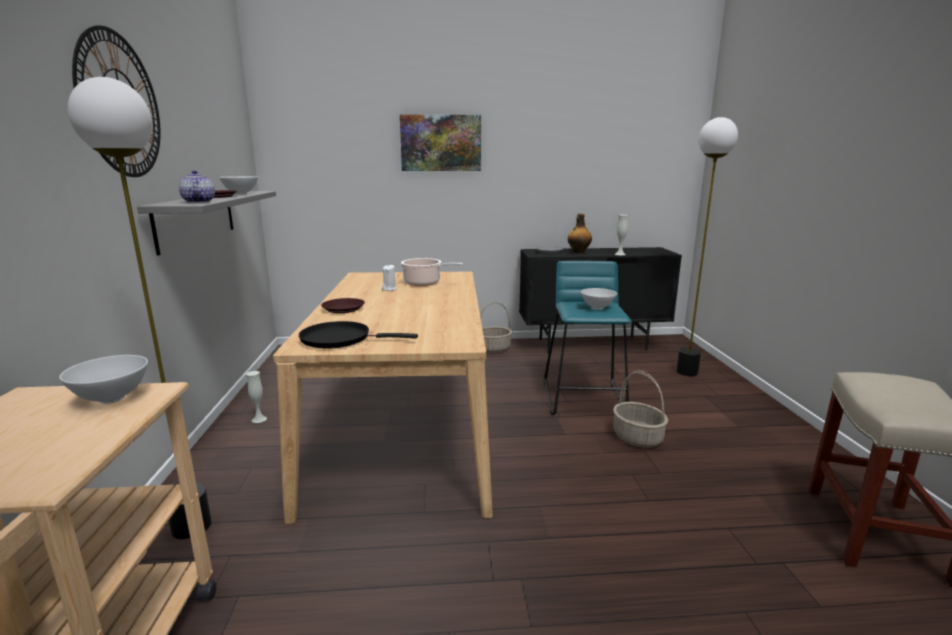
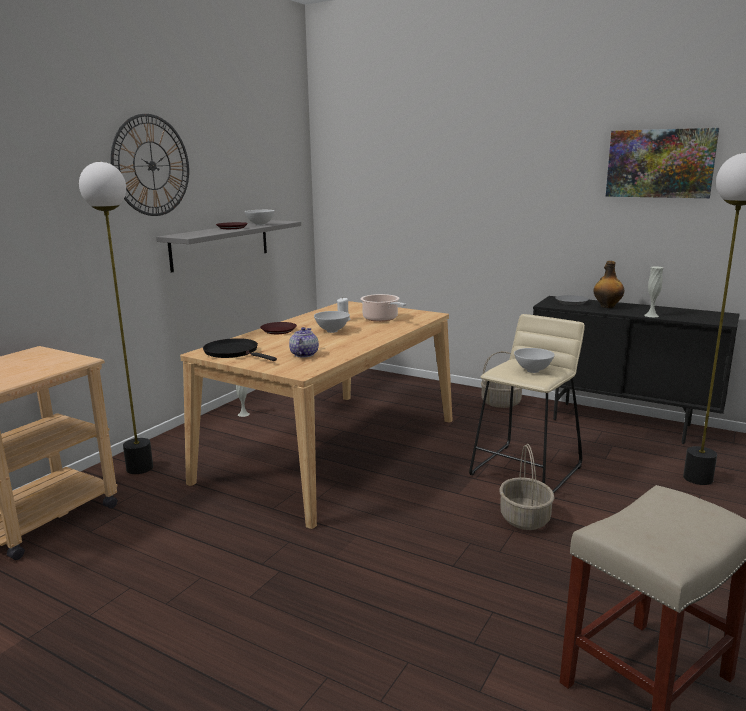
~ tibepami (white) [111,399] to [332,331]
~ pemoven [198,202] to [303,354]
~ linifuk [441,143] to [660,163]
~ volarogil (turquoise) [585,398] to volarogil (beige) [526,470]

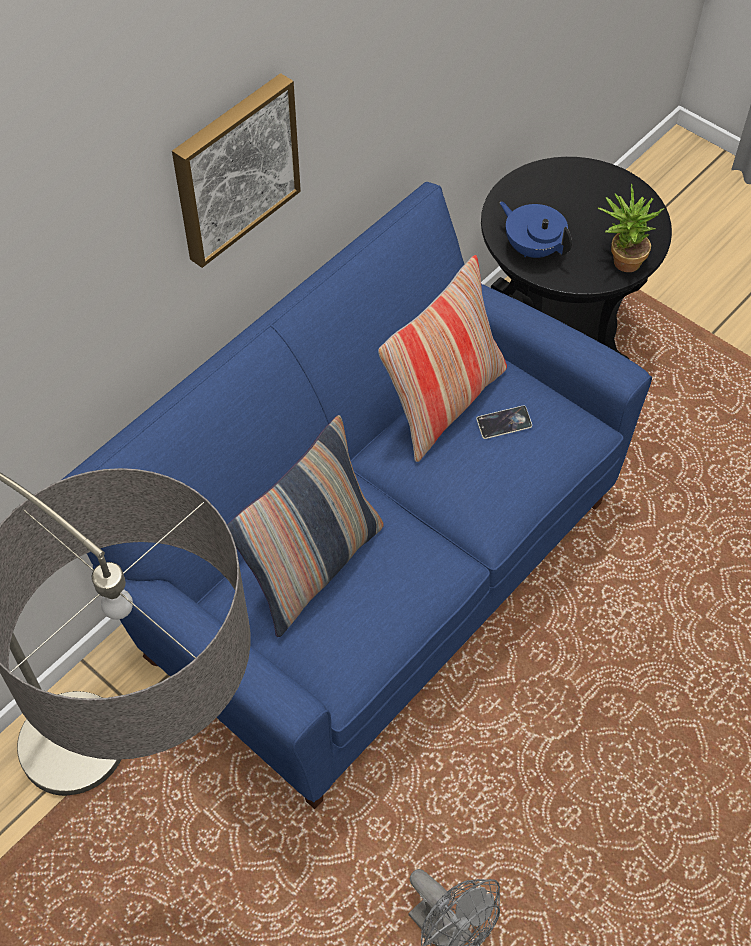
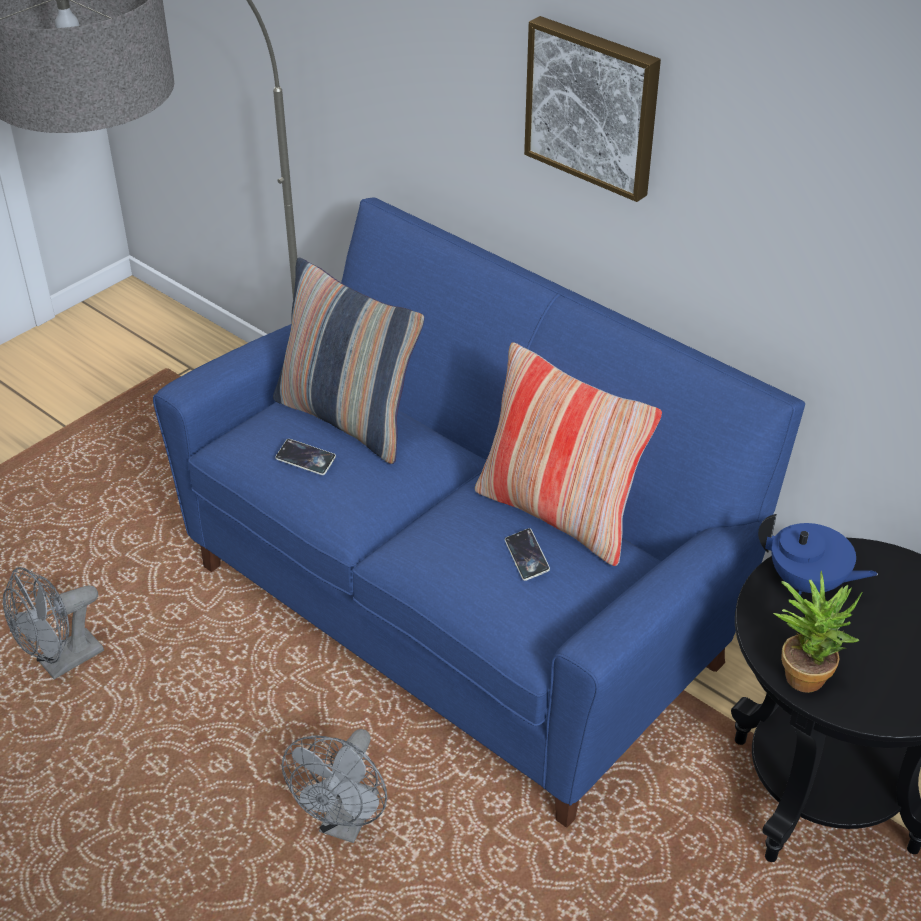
~ pemoven (blue) [533,248] = [807,583] 75 degrees clockwise
+ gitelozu [305,460]
+ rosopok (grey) [345,823]

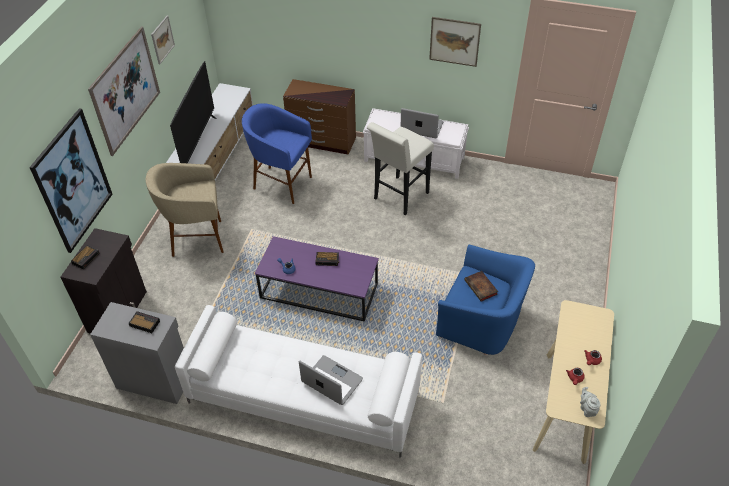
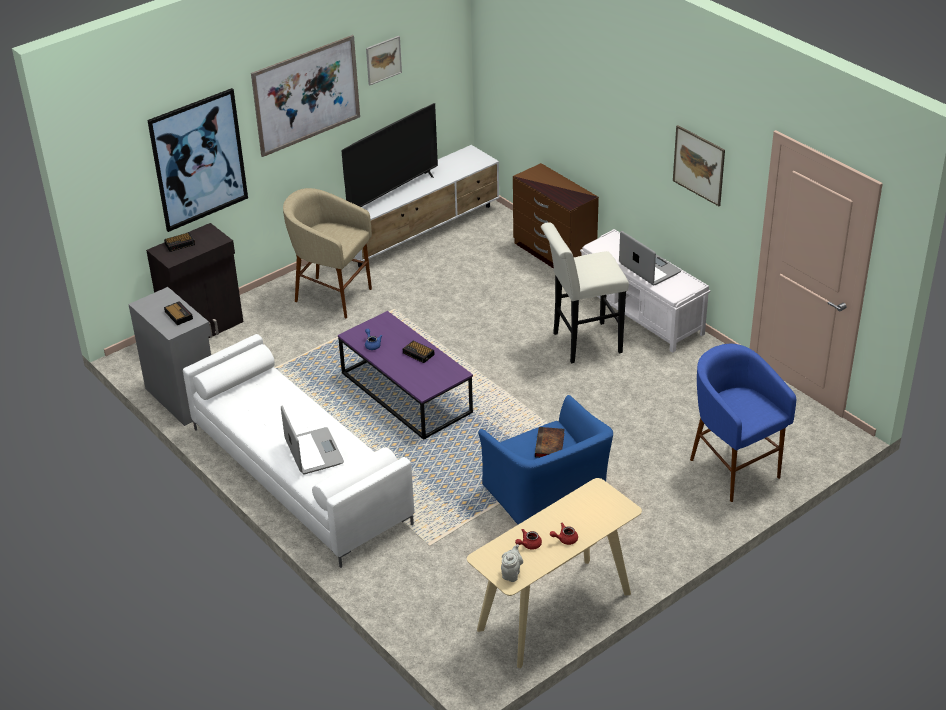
~ volarogil (blue) [281,184] to [732,469]

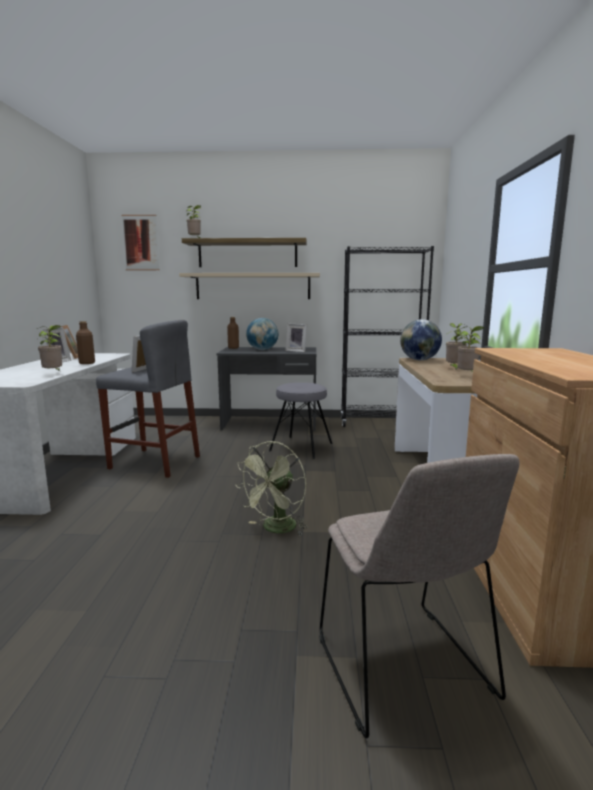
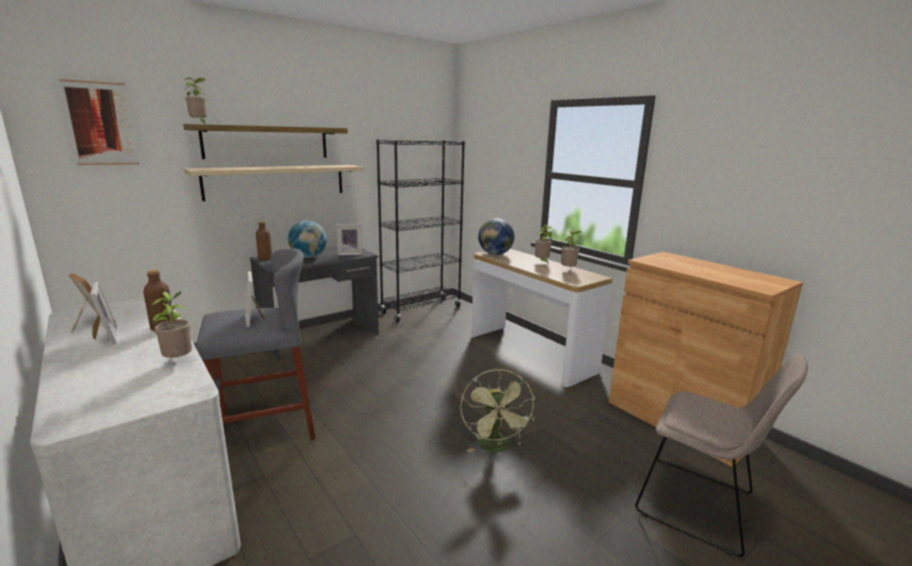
- volarogil (grey) [301,447]

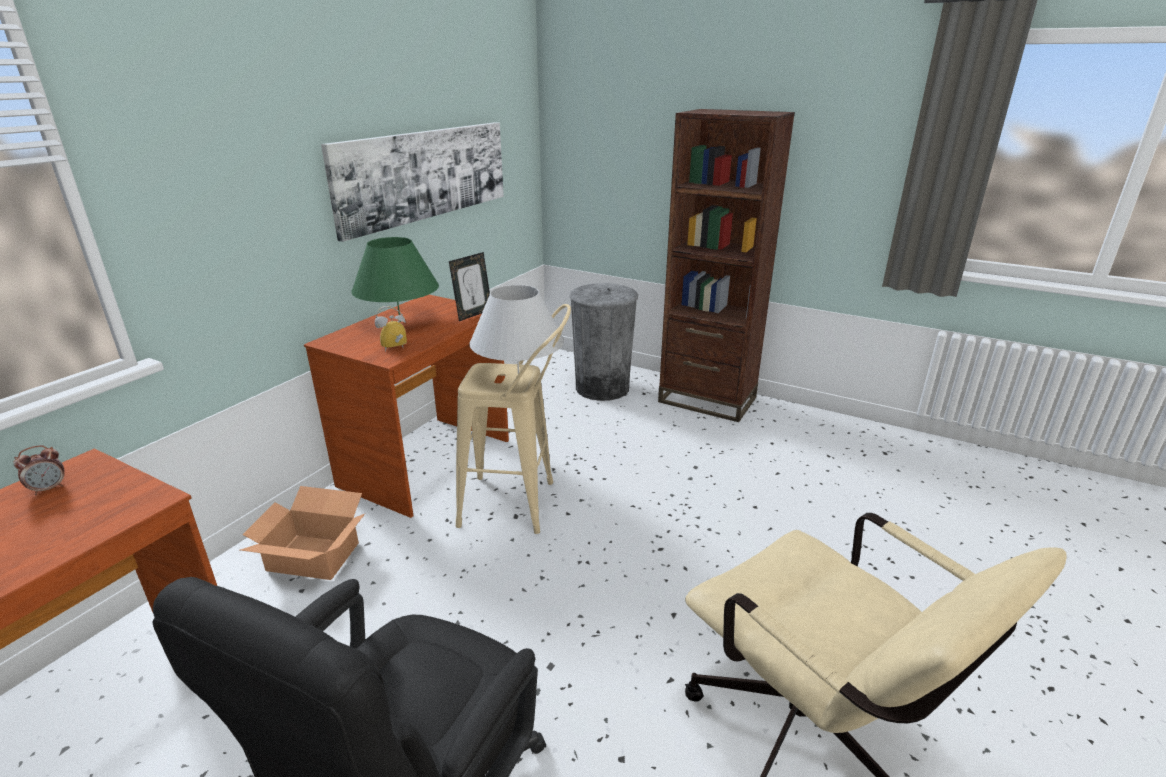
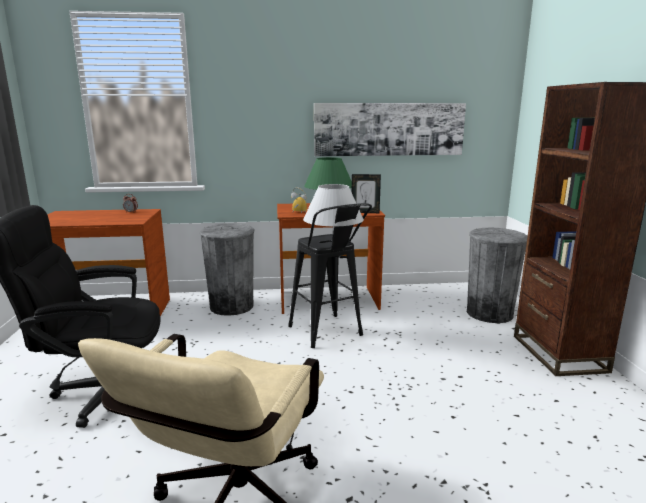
~ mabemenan [313,556] to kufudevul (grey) [232,306]
~ volarogil (beige) [519,505] to volarogil (black) [328,334]

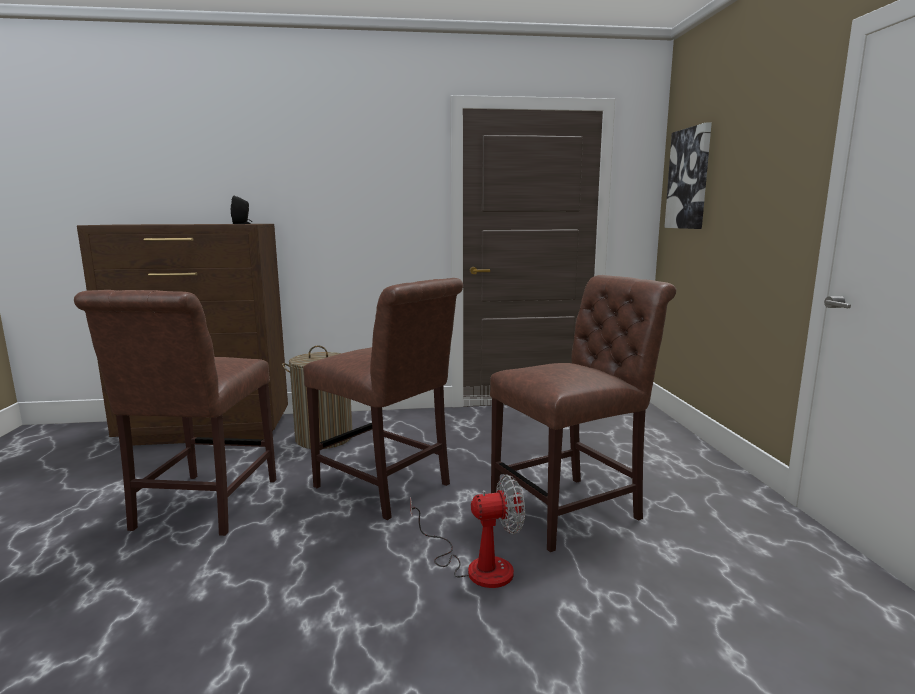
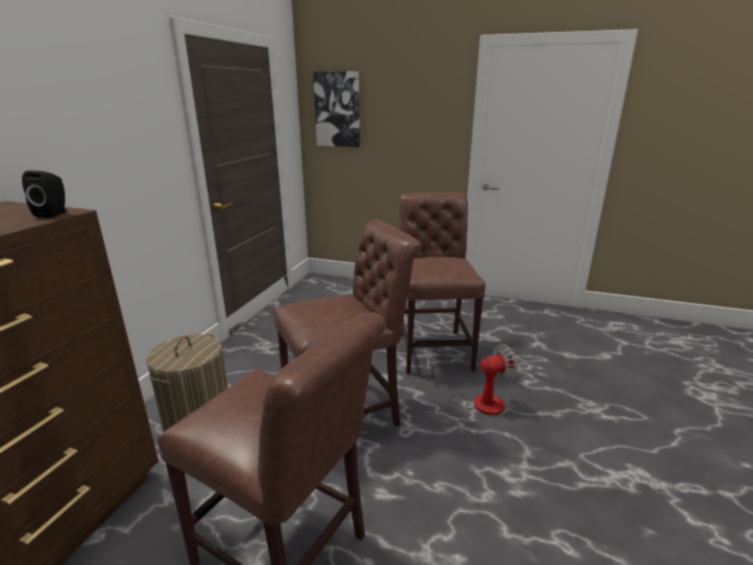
~ rosopok [476,566] = [478,401] 60 degrees clockwise

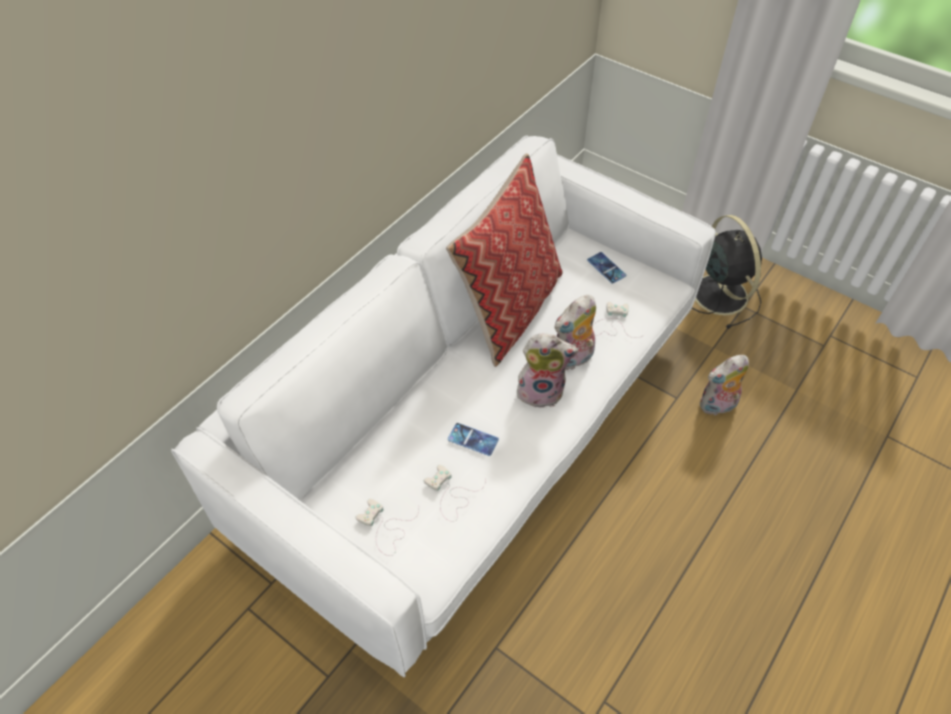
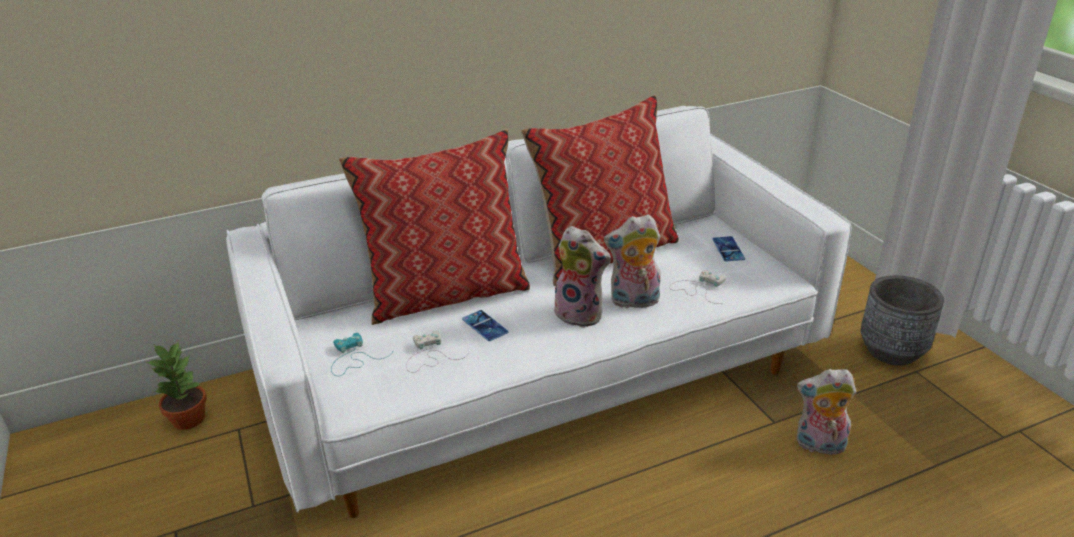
~ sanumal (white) [386,527] to sanumal (turquoise) [352,358]
~ rosopok (black) [718,293] to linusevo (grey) [891,351]
+ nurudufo [189,418]
+ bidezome [447,293]

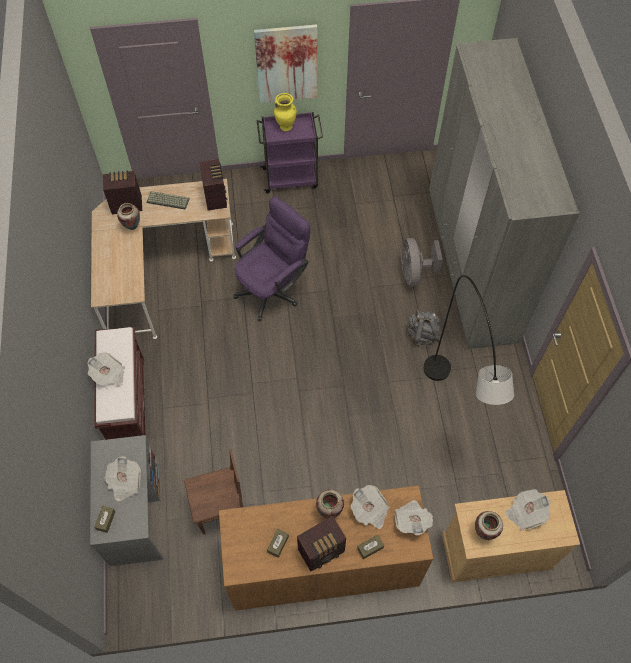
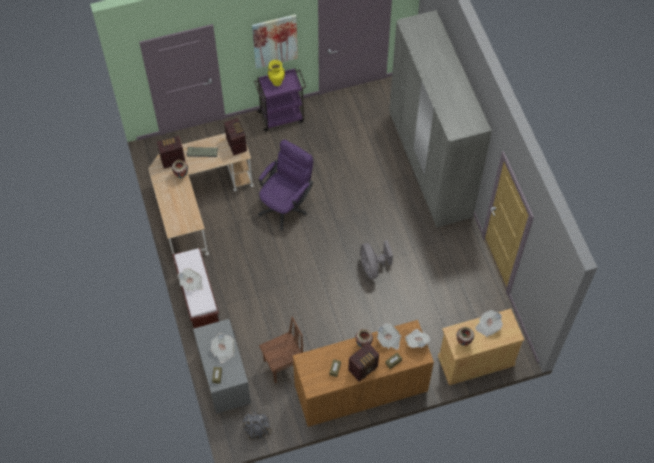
~ rosopok (grey) [414,273] to [373,267]
~ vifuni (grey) [422,334] to [257,429]
- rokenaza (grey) [451,415]

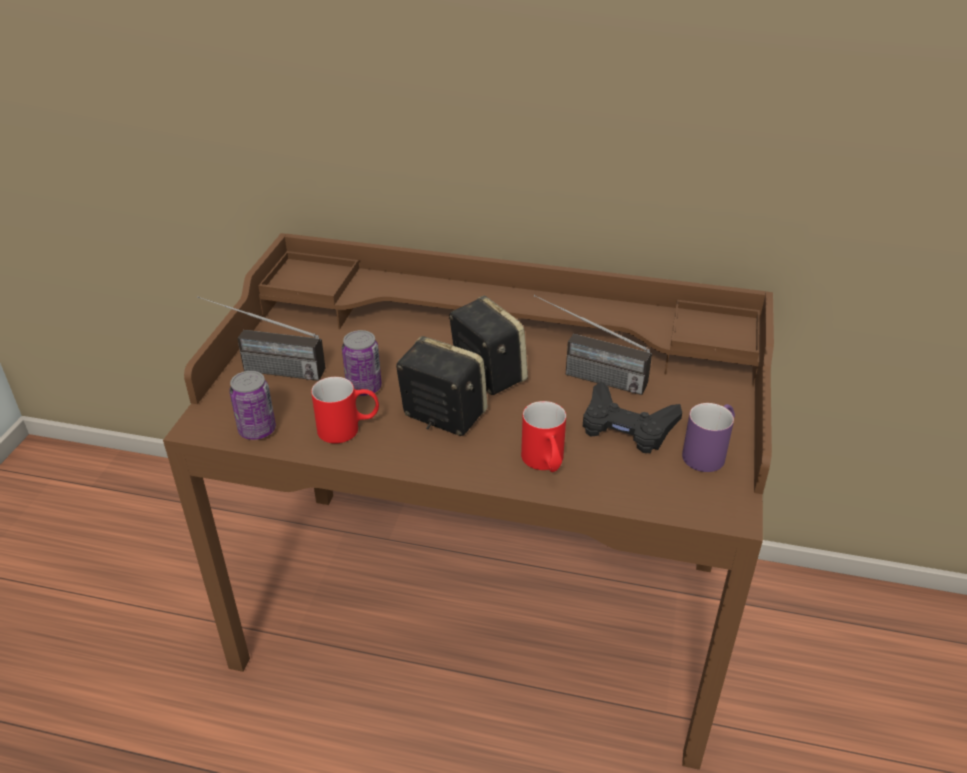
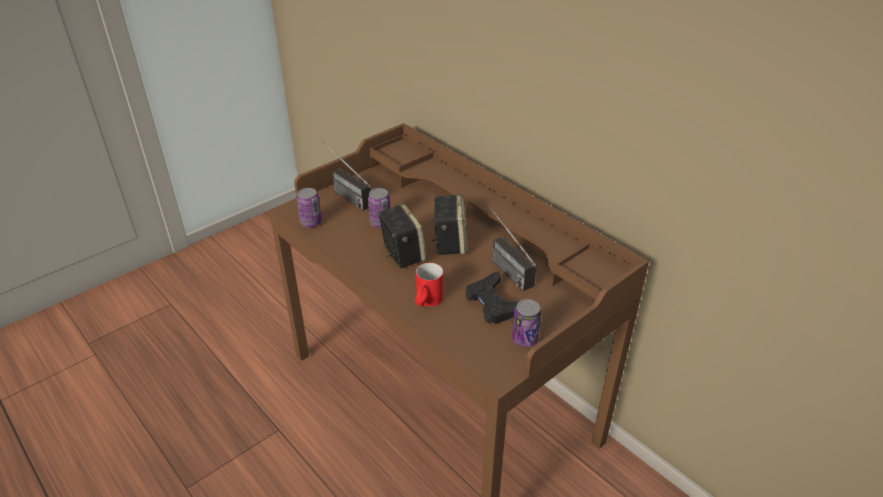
- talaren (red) [349,428]
~ talaren (purple) [709,452] to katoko [524,339]

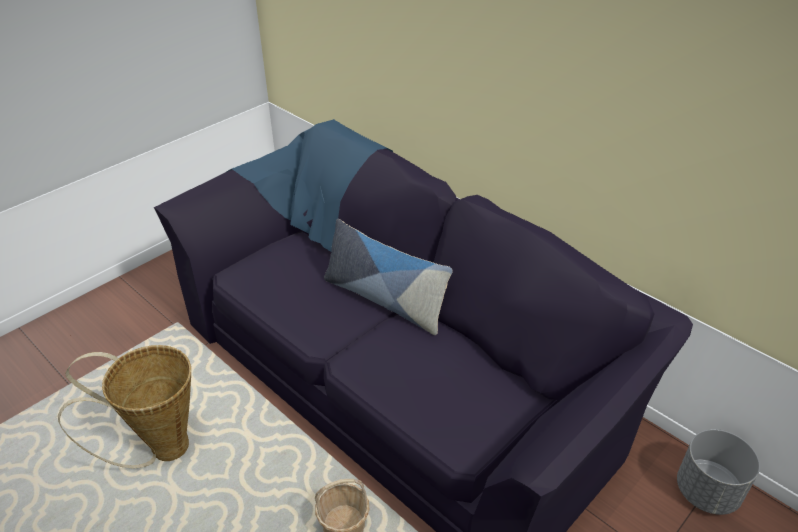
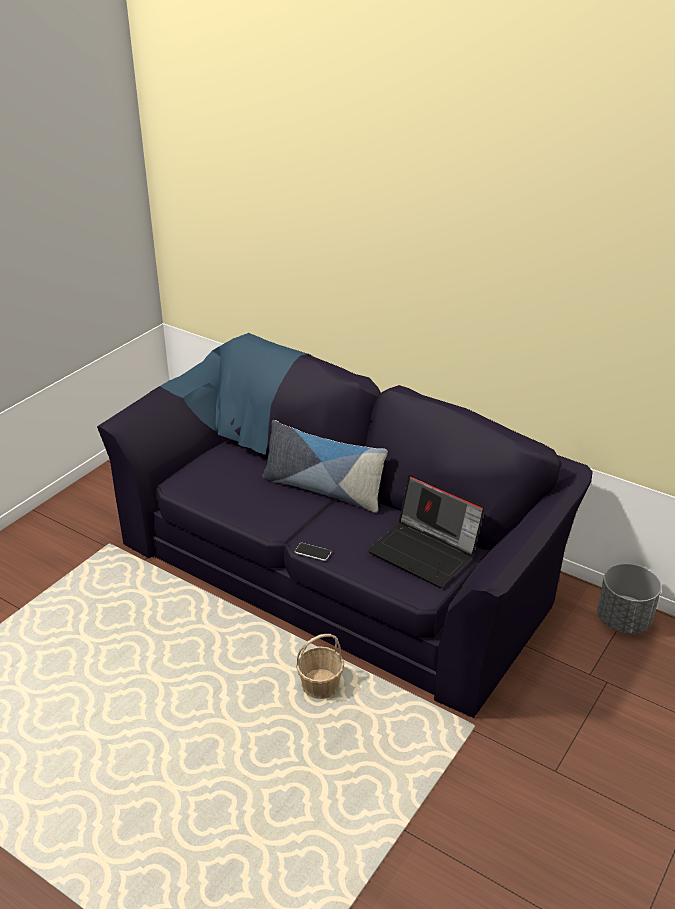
- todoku [161,449]
+ gitelozu [313,552]
+ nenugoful [425,552]

